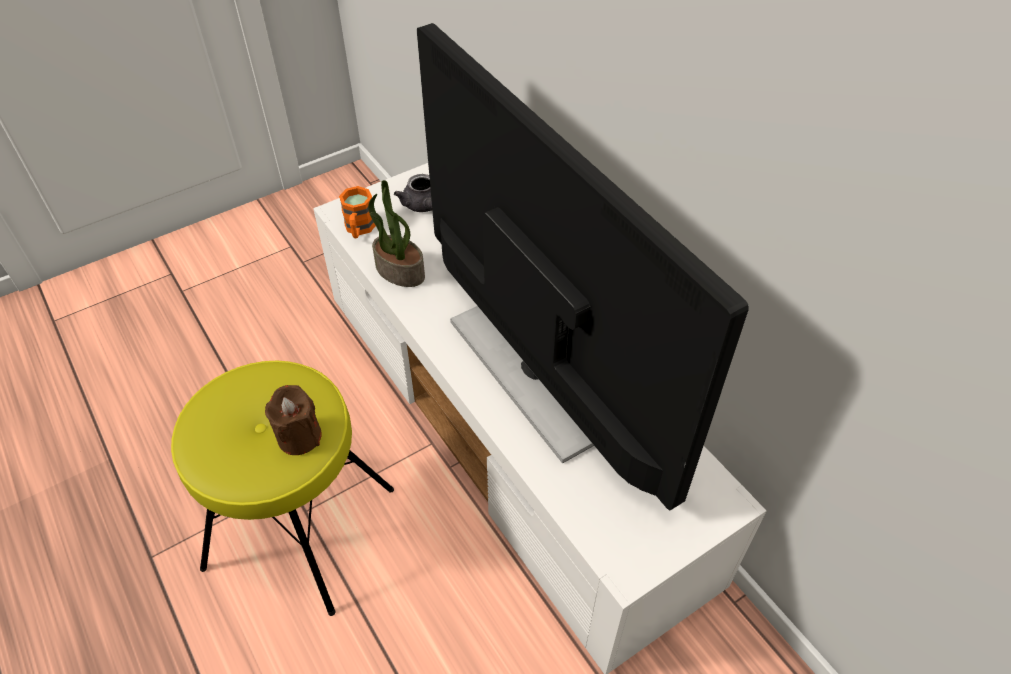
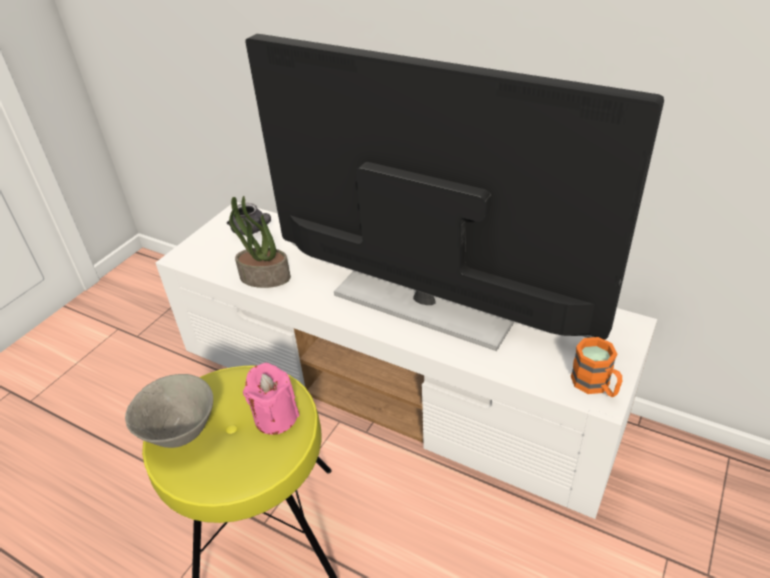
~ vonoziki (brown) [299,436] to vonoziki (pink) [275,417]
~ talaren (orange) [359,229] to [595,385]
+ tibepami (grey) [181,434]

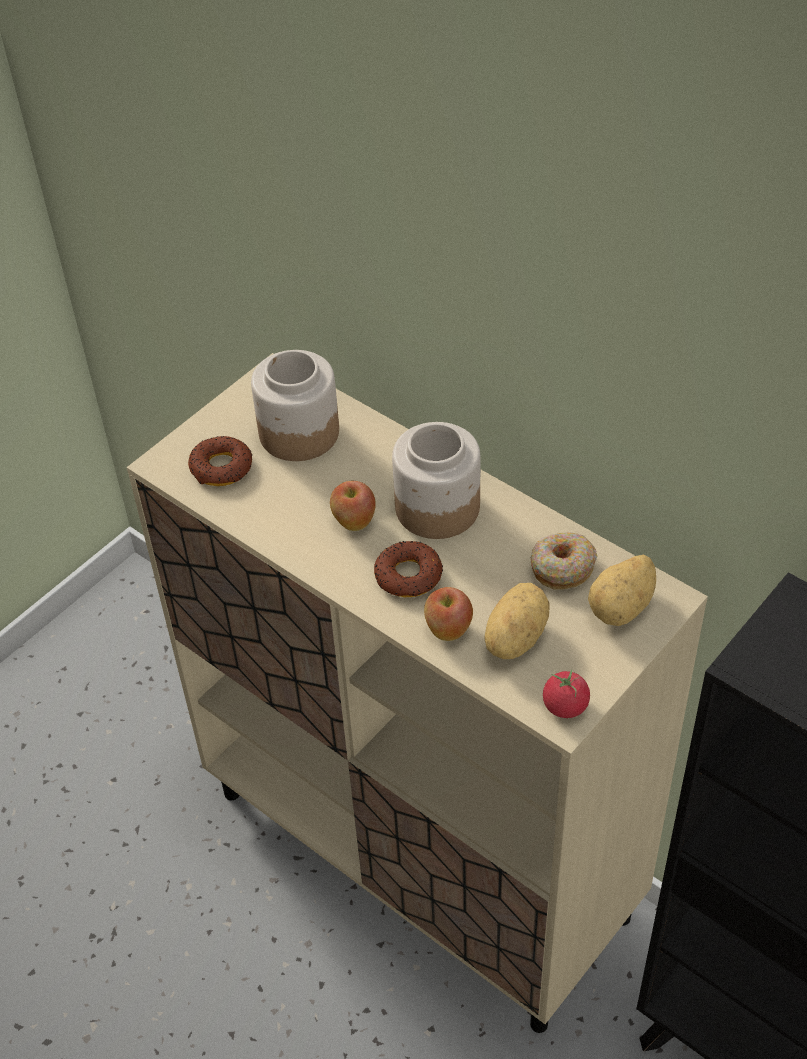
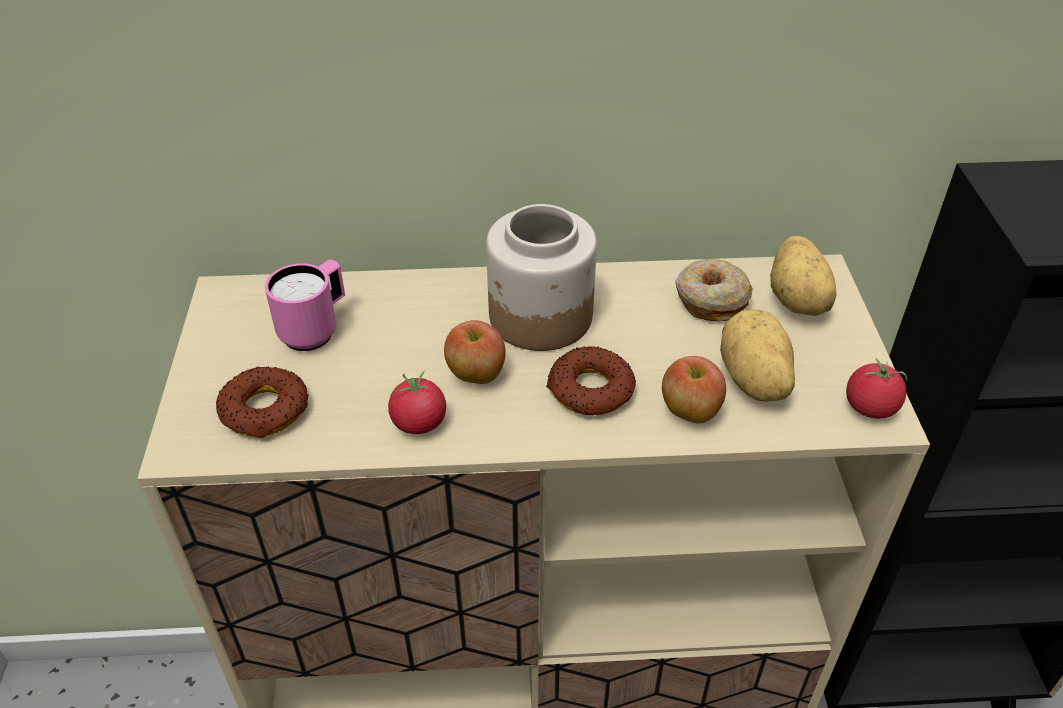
~ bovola [298,432] to talaren (pink) [315,330]
+ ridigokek [419,422]

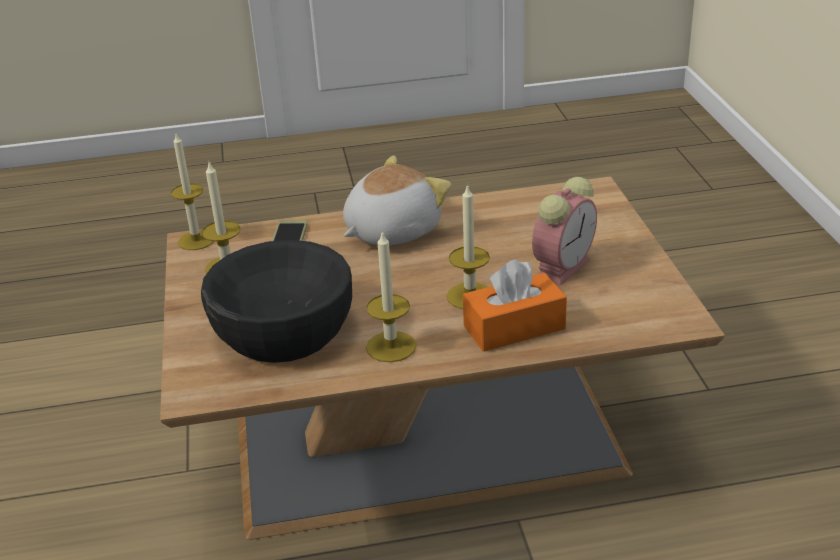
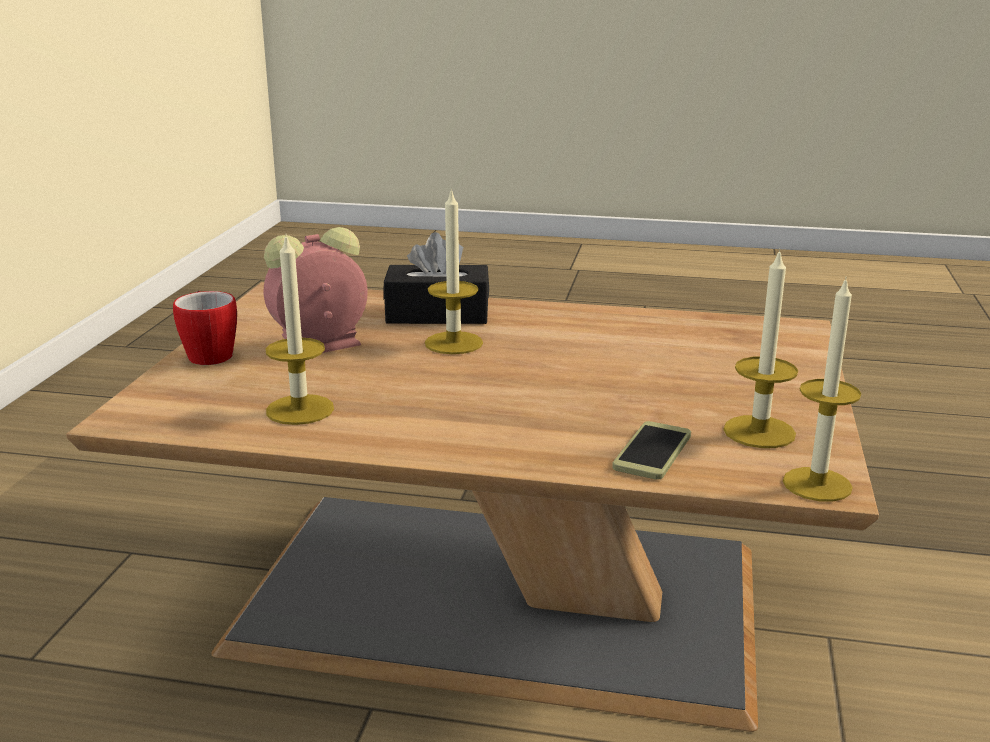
- tibepami (black) [283,331]
- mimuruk [390,230]
~ vonoziki [391,346] to [300,409]
~ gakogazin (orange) [514,327] to gakogazin (black) [437,314]
+ talaren [209,353]

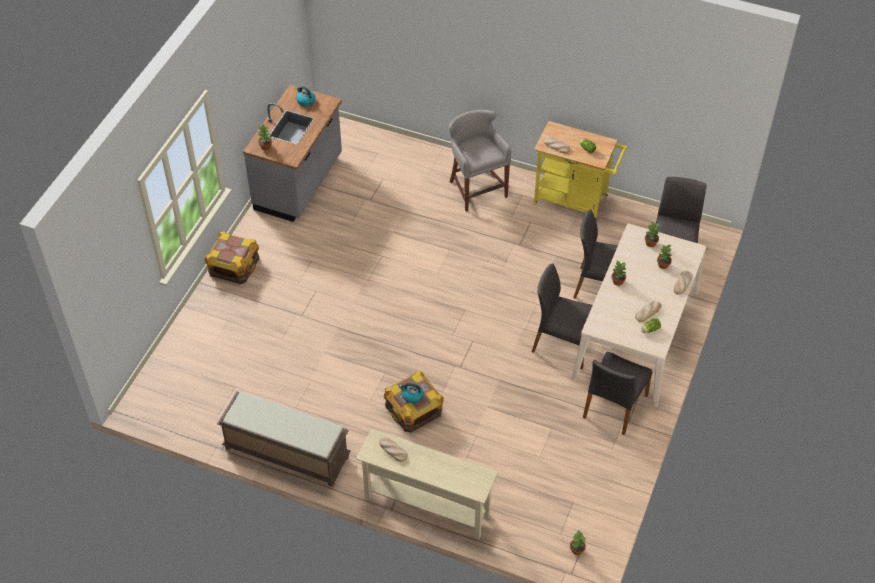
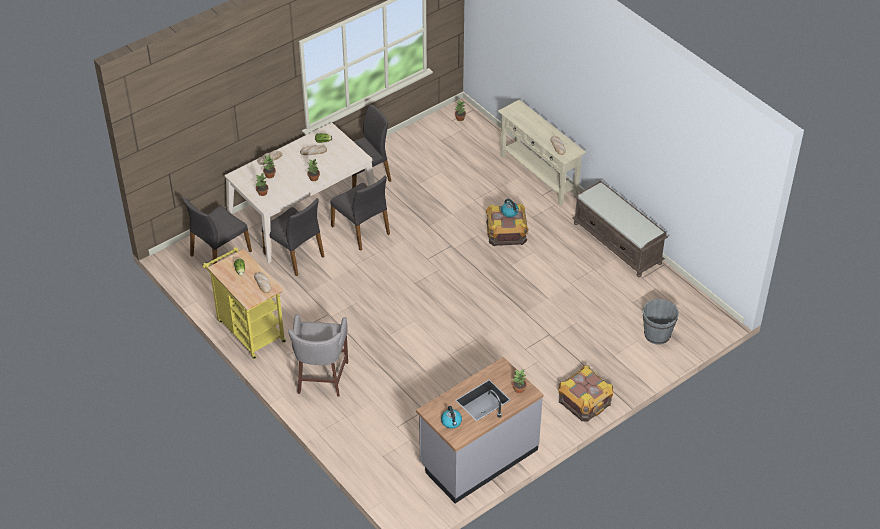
+ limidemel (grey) [657,334]

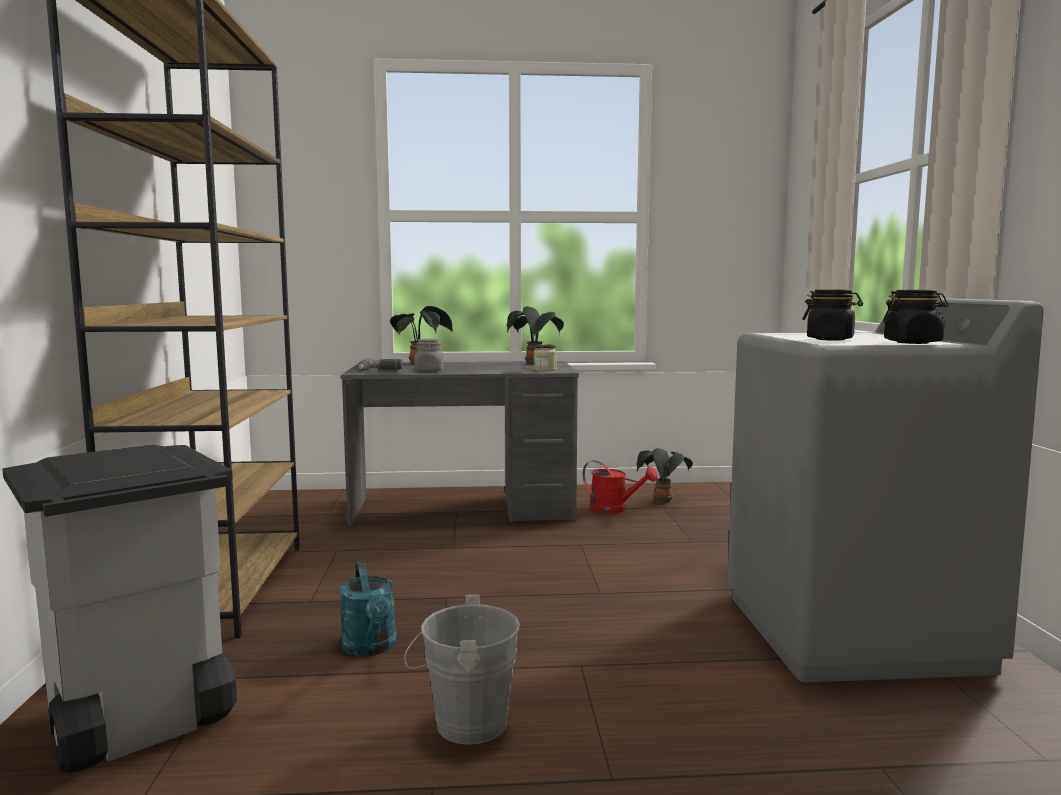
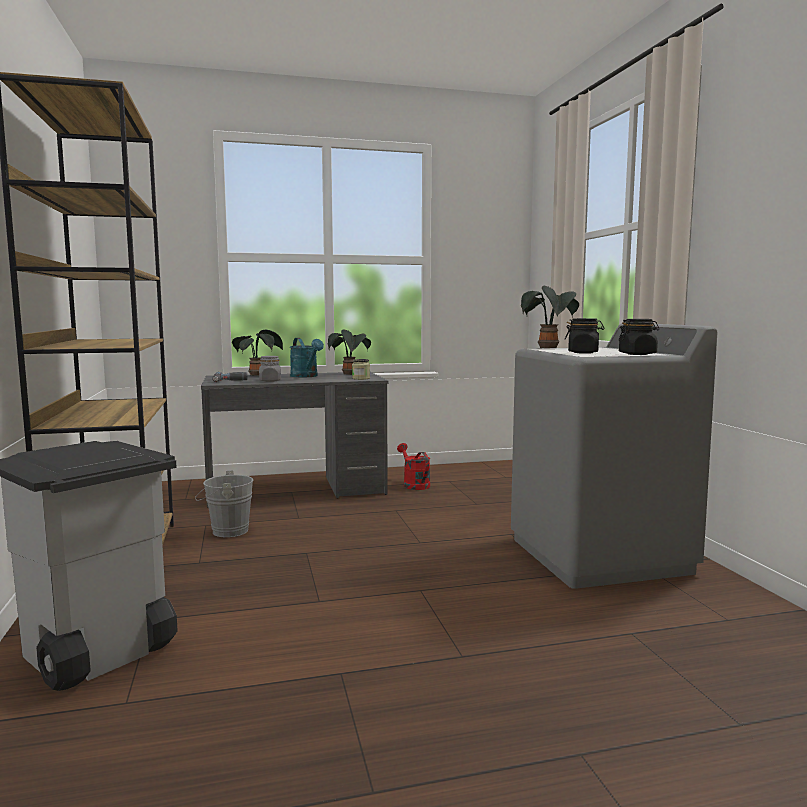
~ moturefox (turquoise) [371,648] to [306,376]
~ limidemel (grey) [463,723] to [226,531]
~ moturefox (red) [615,509] = [414,484] 135 degrees counterclockwise
~ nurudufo [663,502] to [549,348]

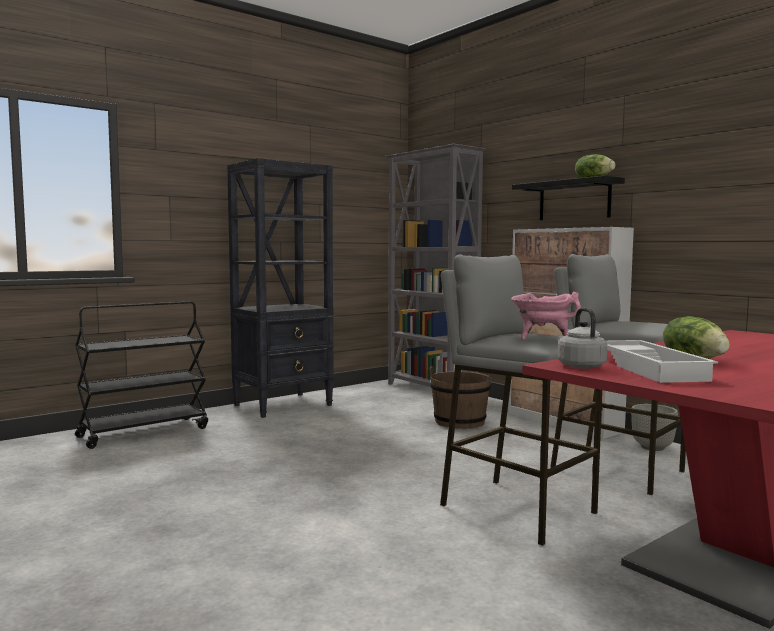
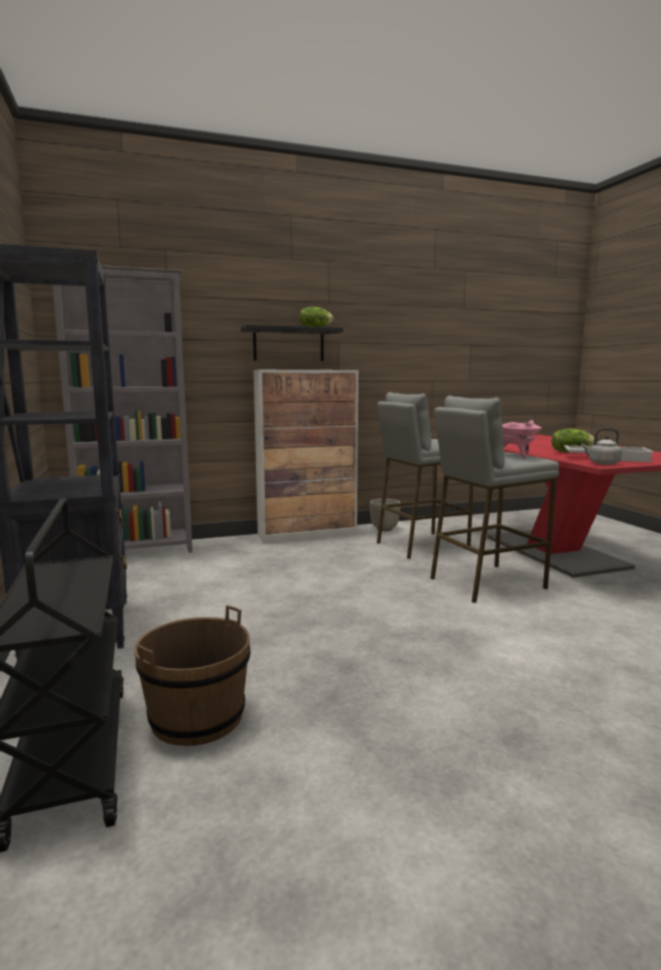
~ limidemel (brown) [459,422] to [197,718]

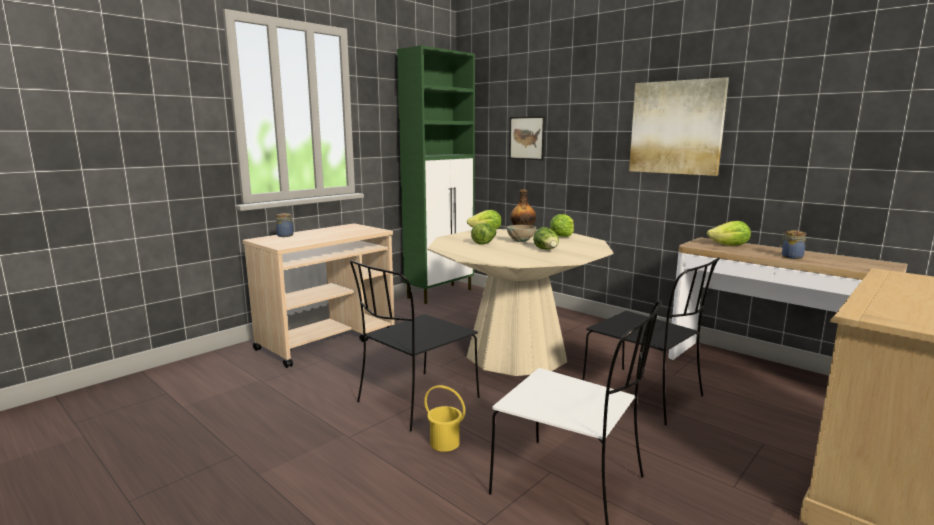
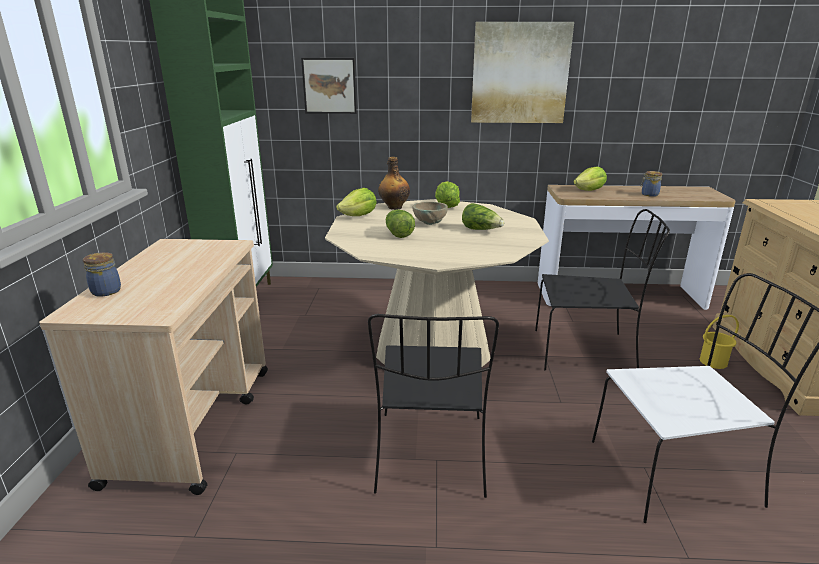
~ limidemel (yellow) [444,443] to [713,362]

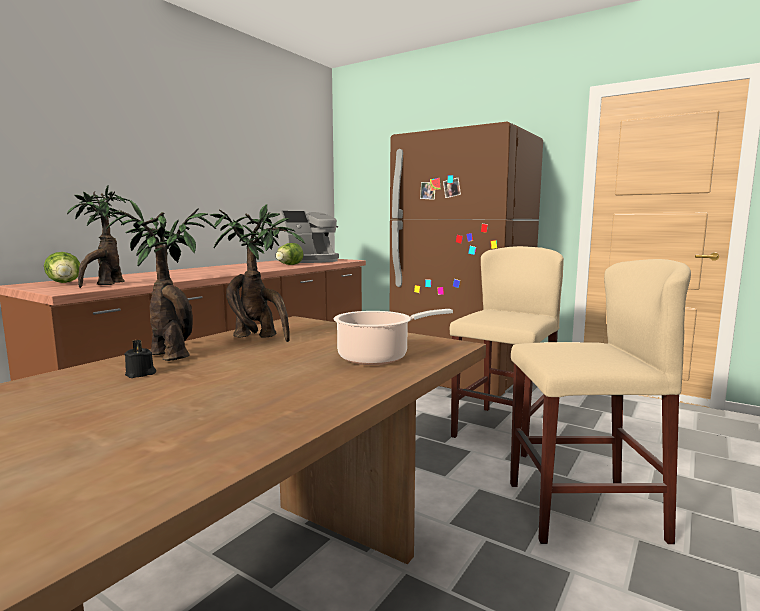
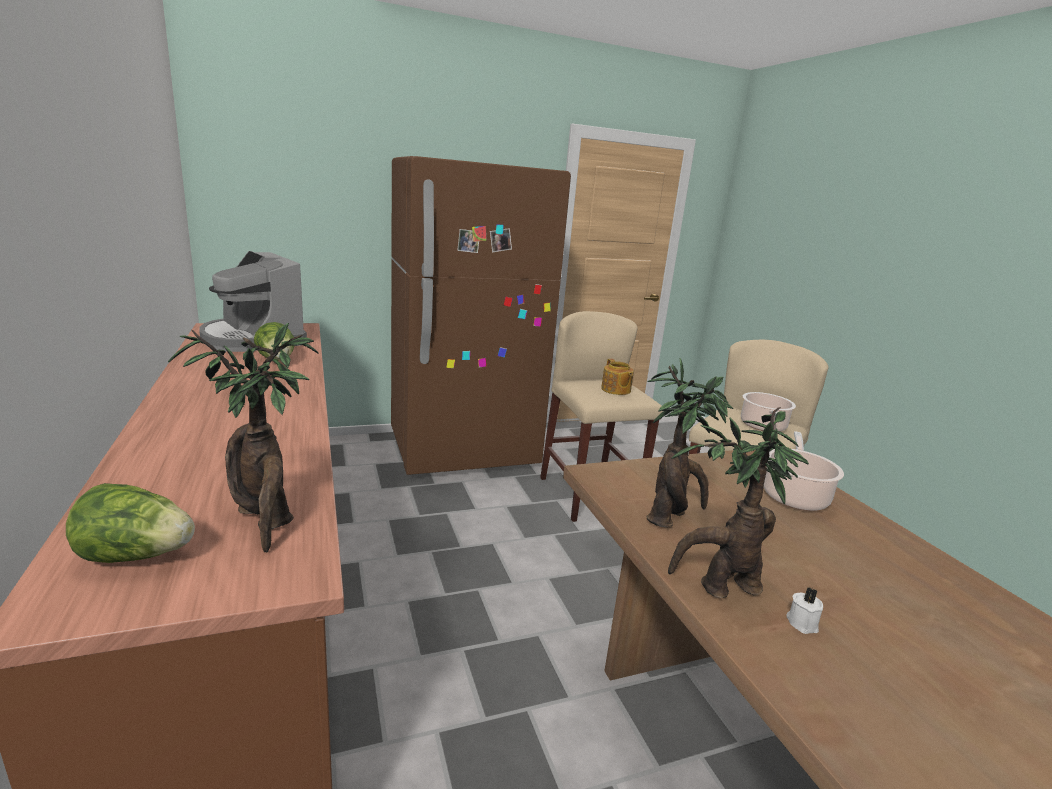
~ vonoziki (black) [141,374] to vonoziki (white) [803,622]
~ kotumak [309,261] = [252,339] 135 degrees clockwise
+ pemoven [615,390]
+ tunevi [763,427]

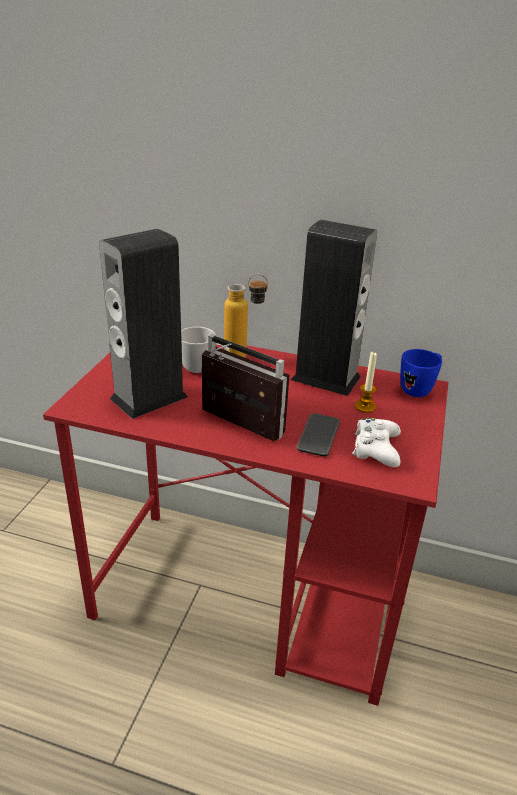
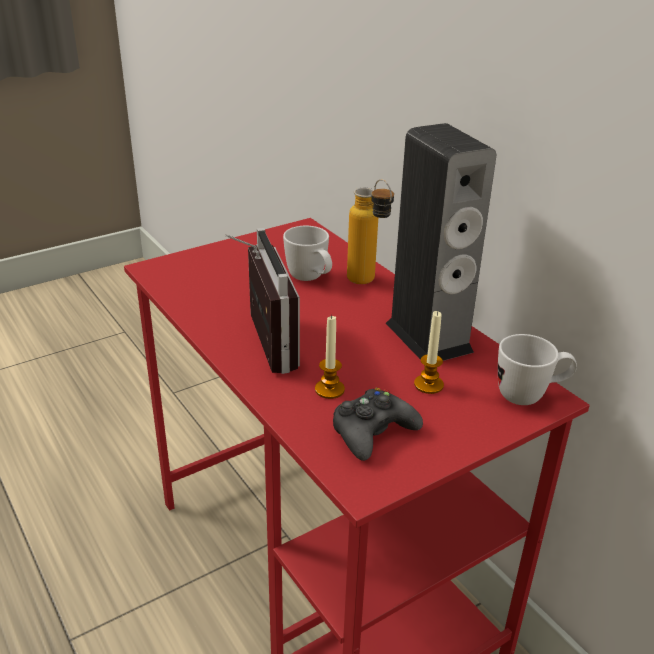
- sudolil [149,398]
~ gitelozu [318,435] to vonoziki [329,389]
~ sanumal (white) [376,448] to sanumal (black) [372,432]
~ talaren (blue) [419,389] to talaren (white) [530,396]

